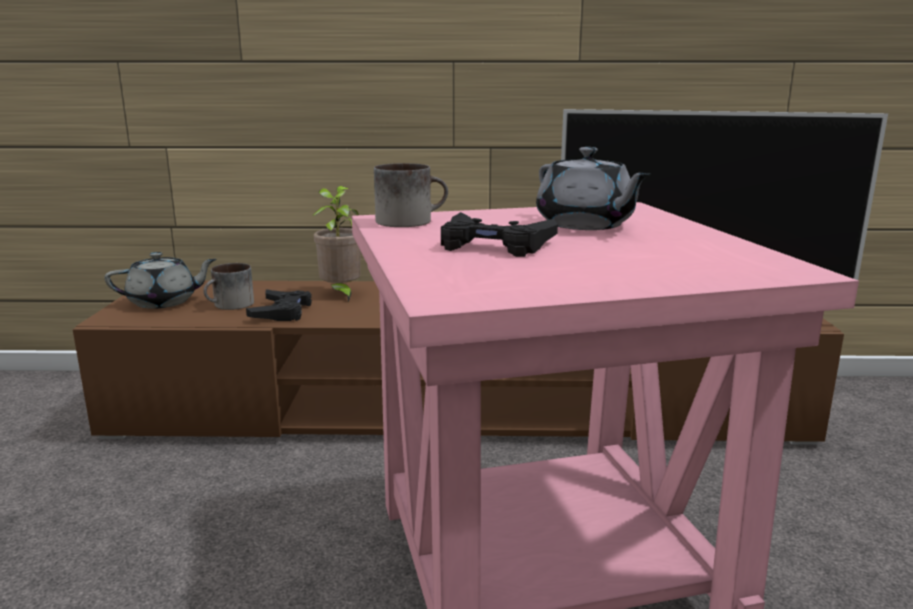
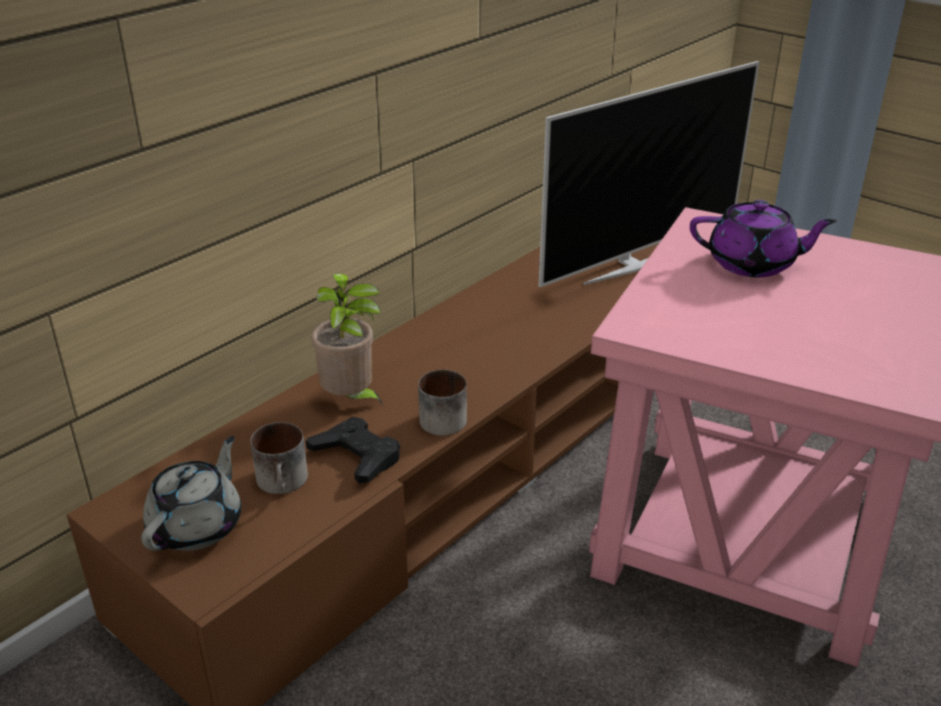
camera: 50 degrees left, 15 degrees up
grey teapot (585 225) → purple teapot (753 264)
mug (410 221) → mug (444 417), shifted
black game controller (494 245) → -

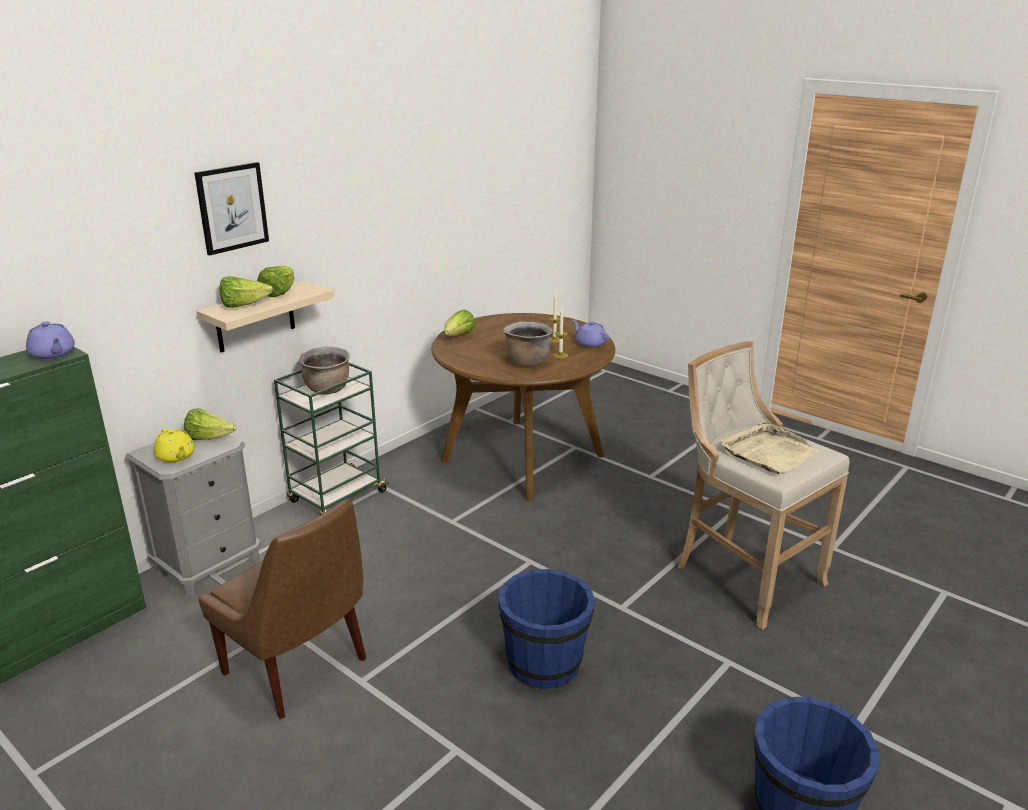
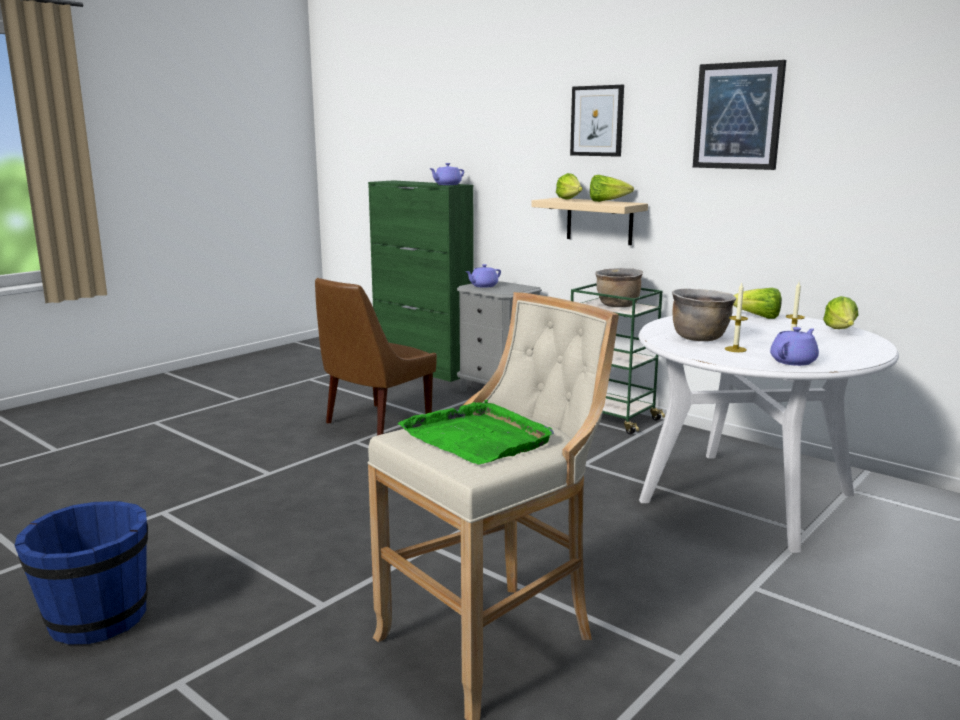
camera: 90 degrees right, 10 degrees down
brown dining table (522 458) → white dining table (747 497)
lettuce (209 439) → lettuce (840 331), shifted
beige tray (769 452) → green tray (478 437)
yellow teapot (176 457) → purple teapot (483 286)
blue bucket (545 663) → -
- → picture (738 116)

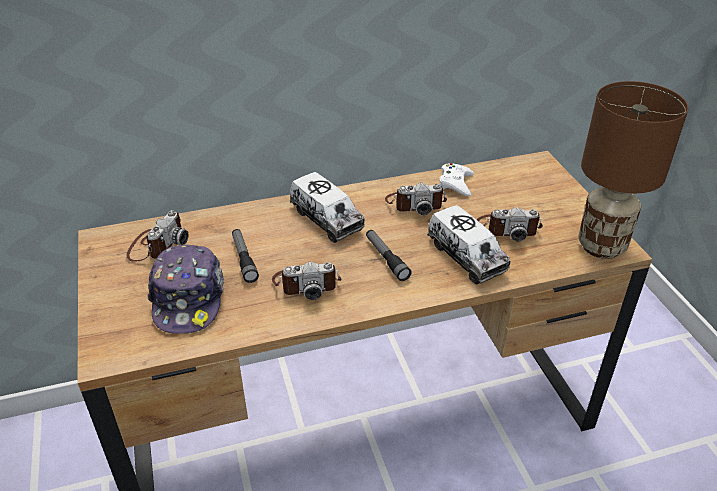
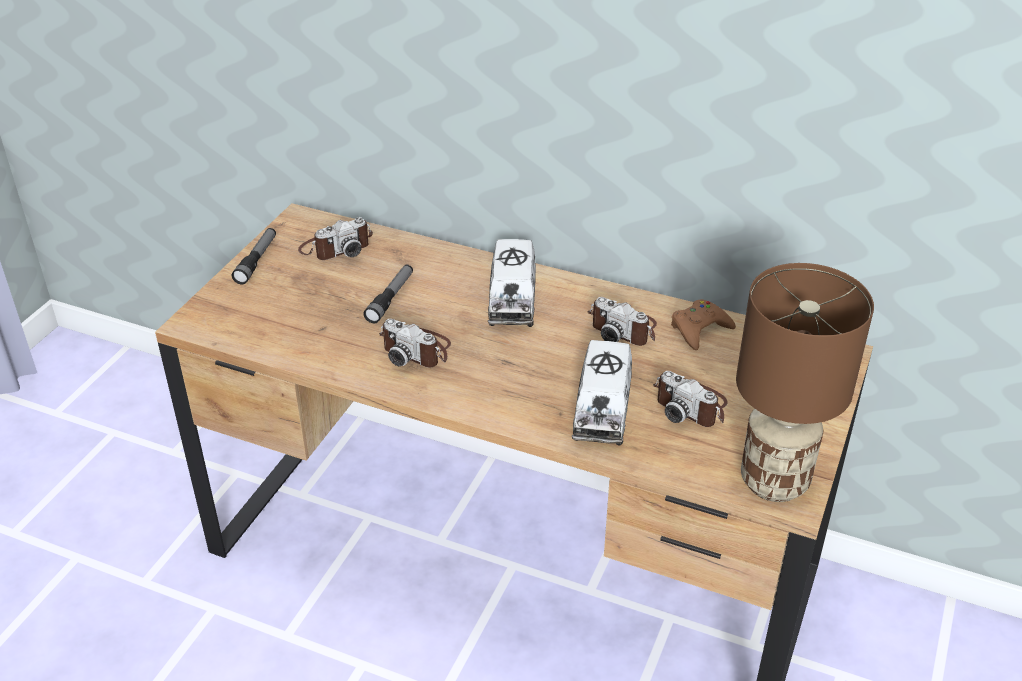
camera: 40 degrees right, 0 degrees up
white game controller (456 183) → brown game controller (699 329)
flashlight (386 259) → flashlight (257 261), shifted
cap (188 299) → -

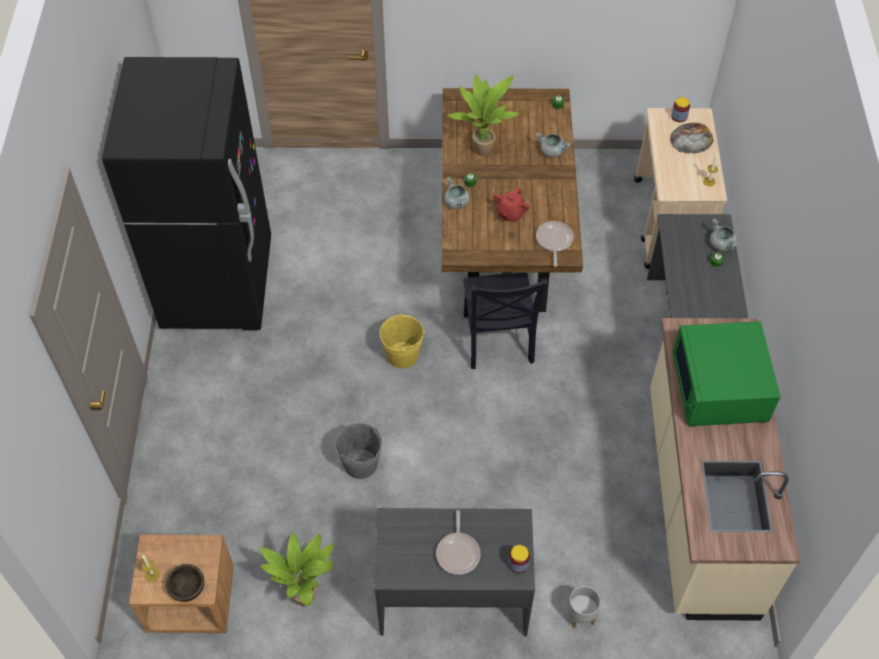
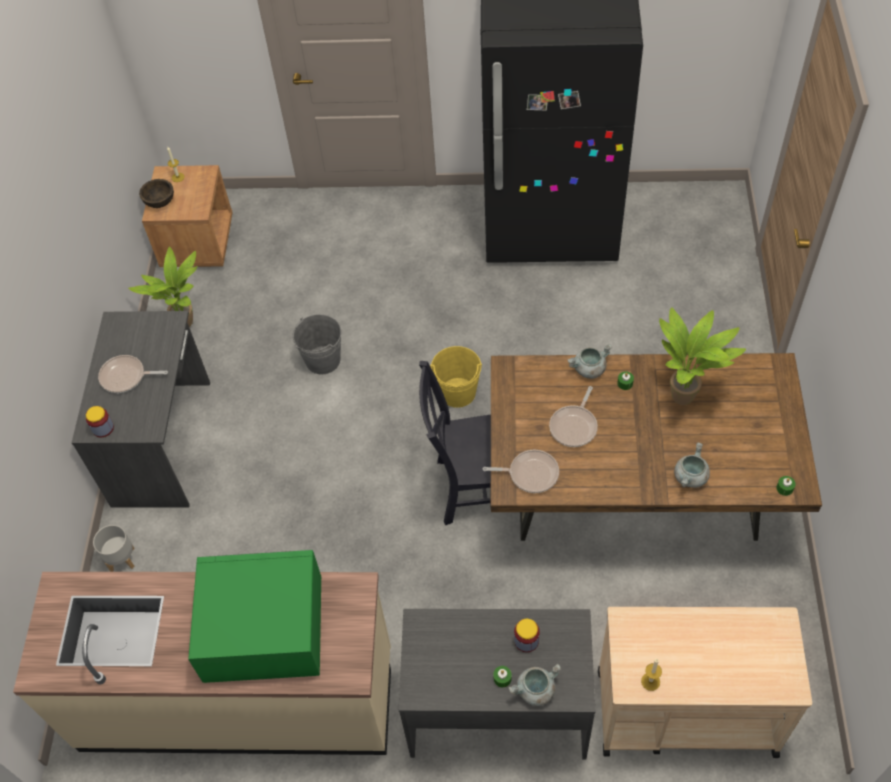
camera: 95 degrees right, 0 degrees up
jar (679 116) → jar (526 640), shifted
bread (691 138) → -
red teapot (510 213) → frying pan (574 426)

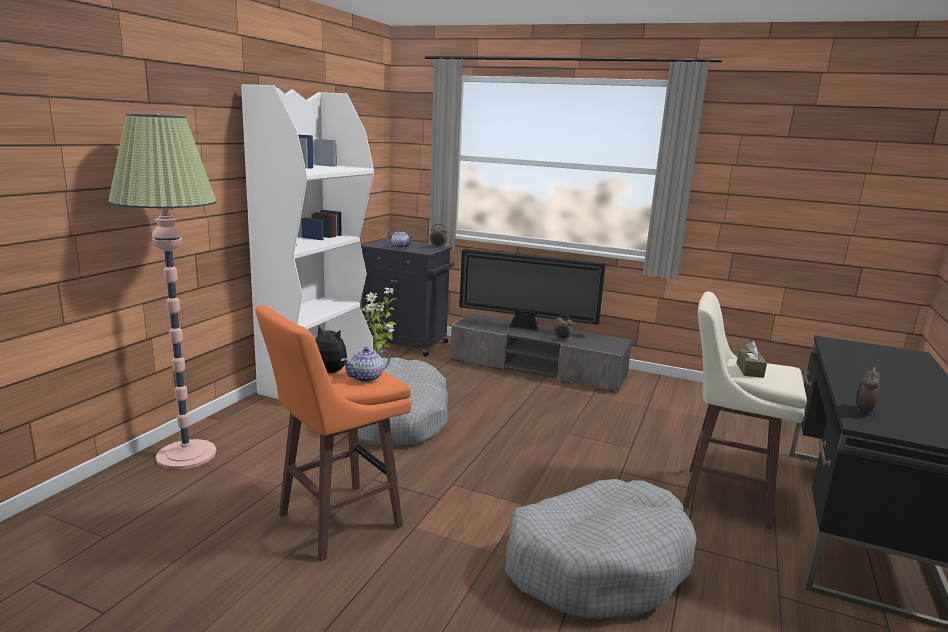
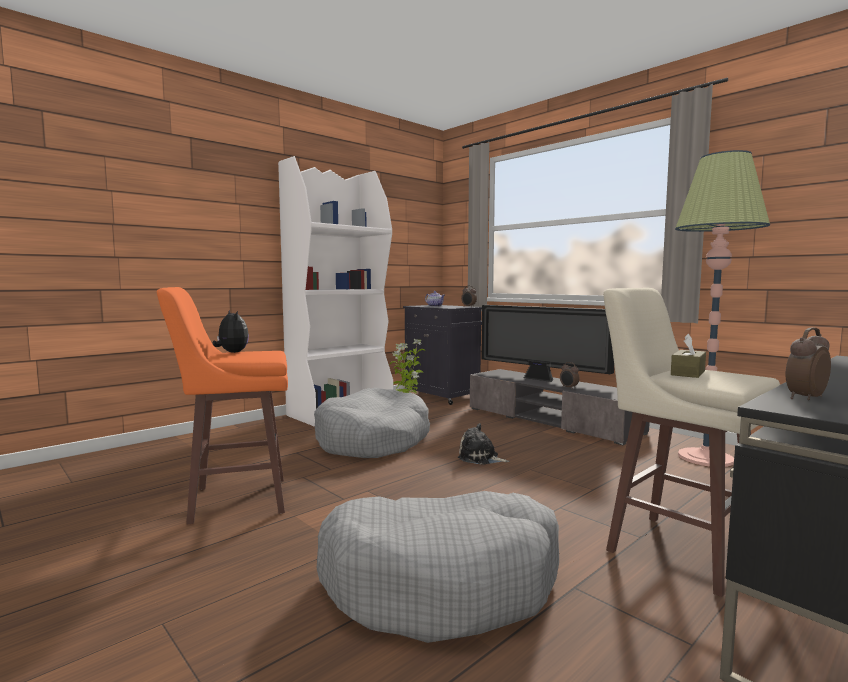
camera: 25 degrees right, 10 degrees down
floor lamp (186 455) → floor lamp (705 458), shifted
teapot (366 378) → -
- → plush toy (480 458)

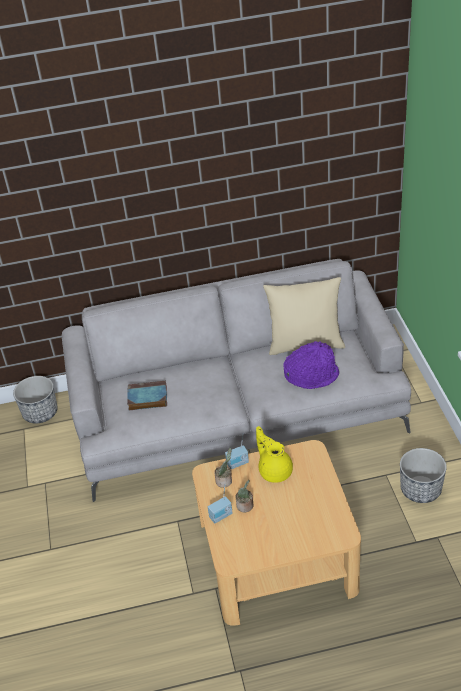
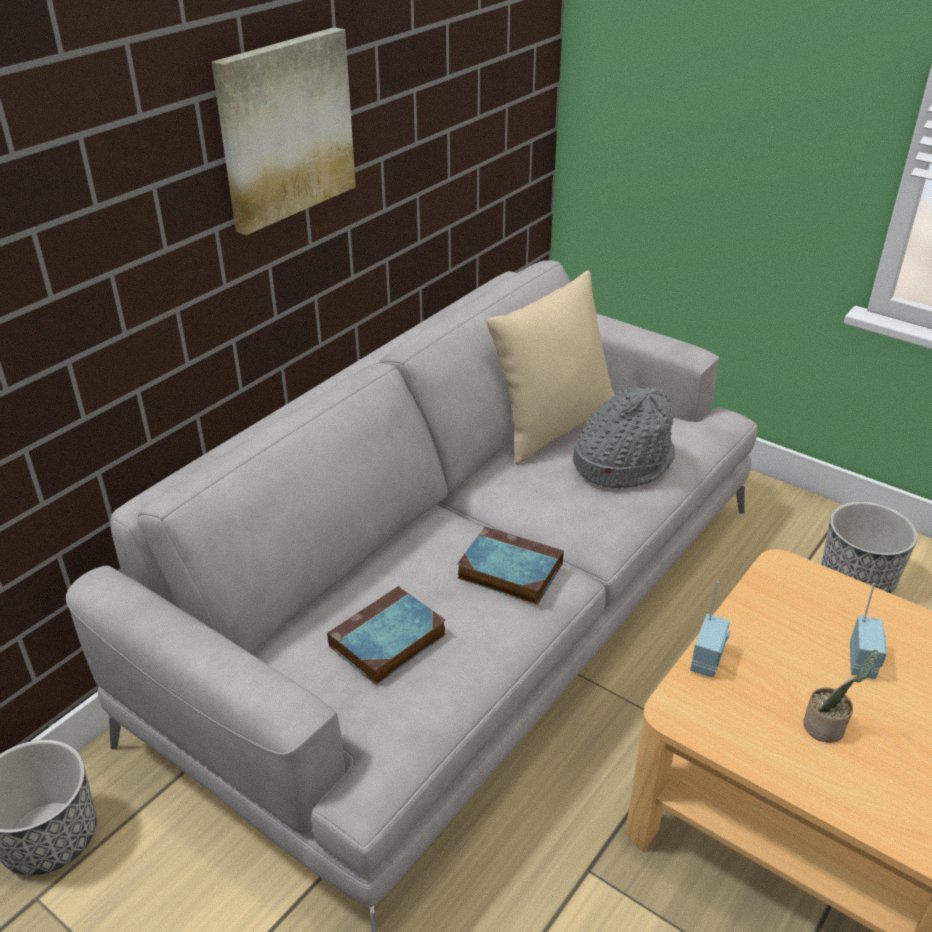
camera: 45 degrees left, 5 degrees down
purple hat (311 375) → grey hat (622 462)
yellow teapot (275 470) → -
potted plant (225 481) → -
radio (221 516) → radio (864 662), shifted
- → picture (285 128)
- → book (507 571)

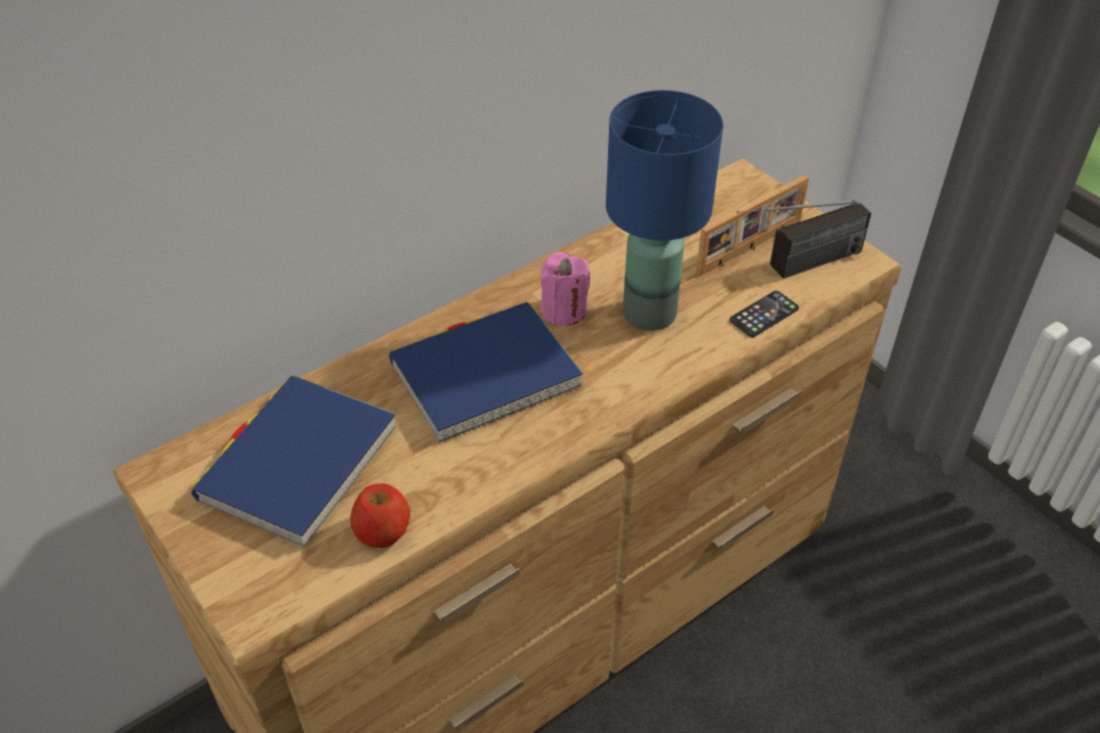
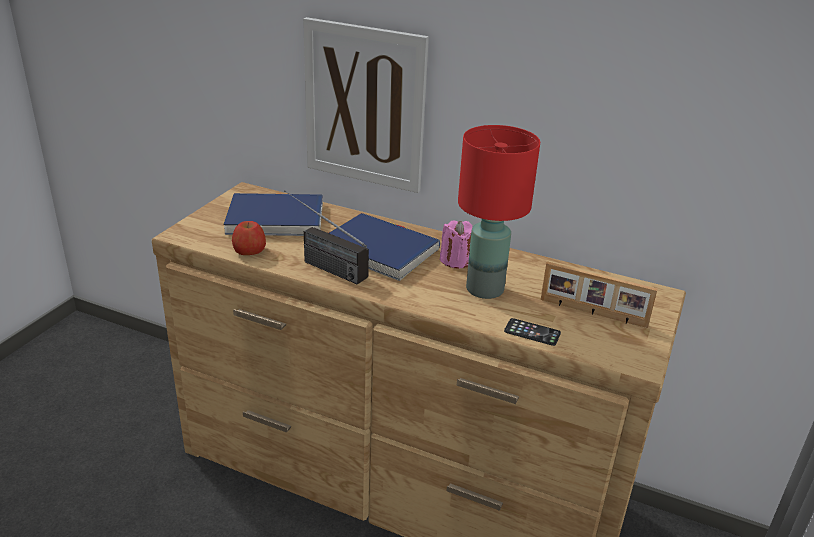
camera: 60 degrees right, 15 degrees down
blue table lamp (648 314) → red table lamp (483 289)
radio (796 267) → radio (320 264), shifted
- → picture (364 106)

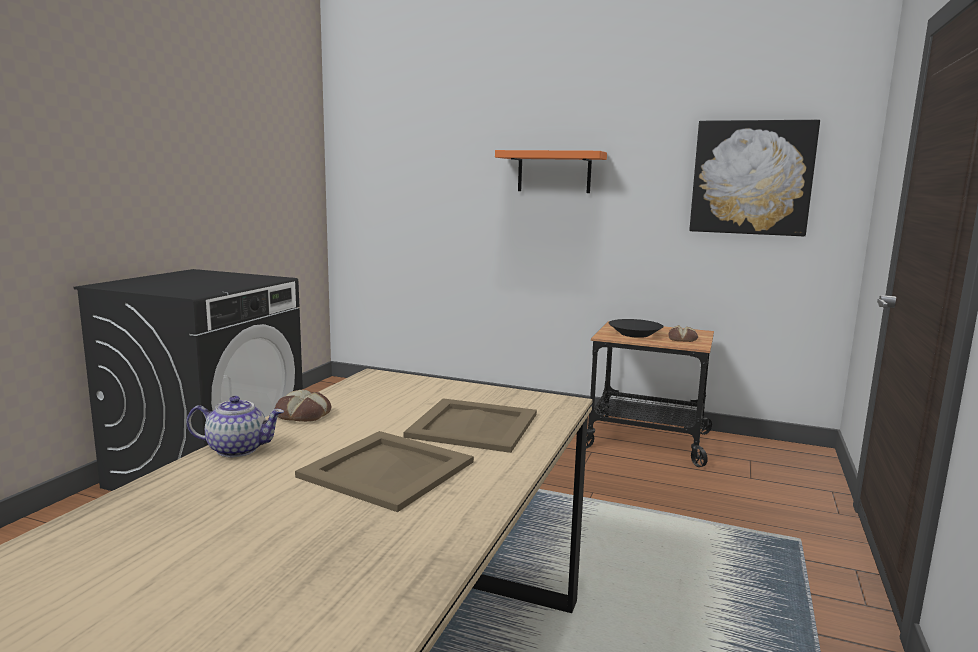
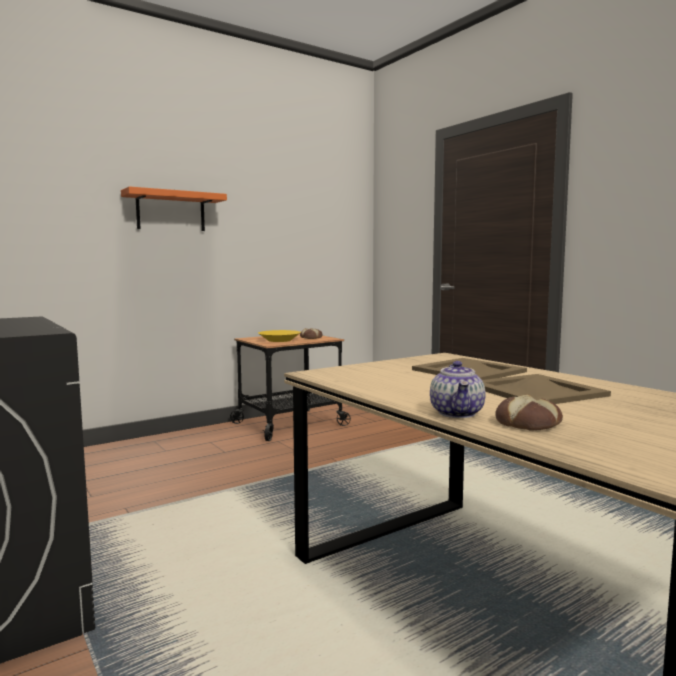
camera: 55 degrees left, 5 degrees down
picture (751 178) → -
black bowl (634 334) → yellow bowl (279 340)
bread (302 415) → bread (529 423), shifted
teapot (238 449) → teapot (457 413), 150 degrees clockwise

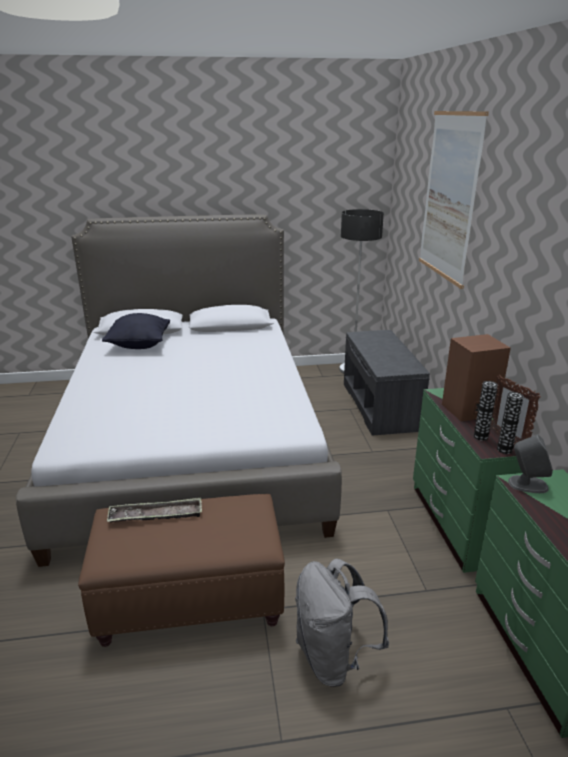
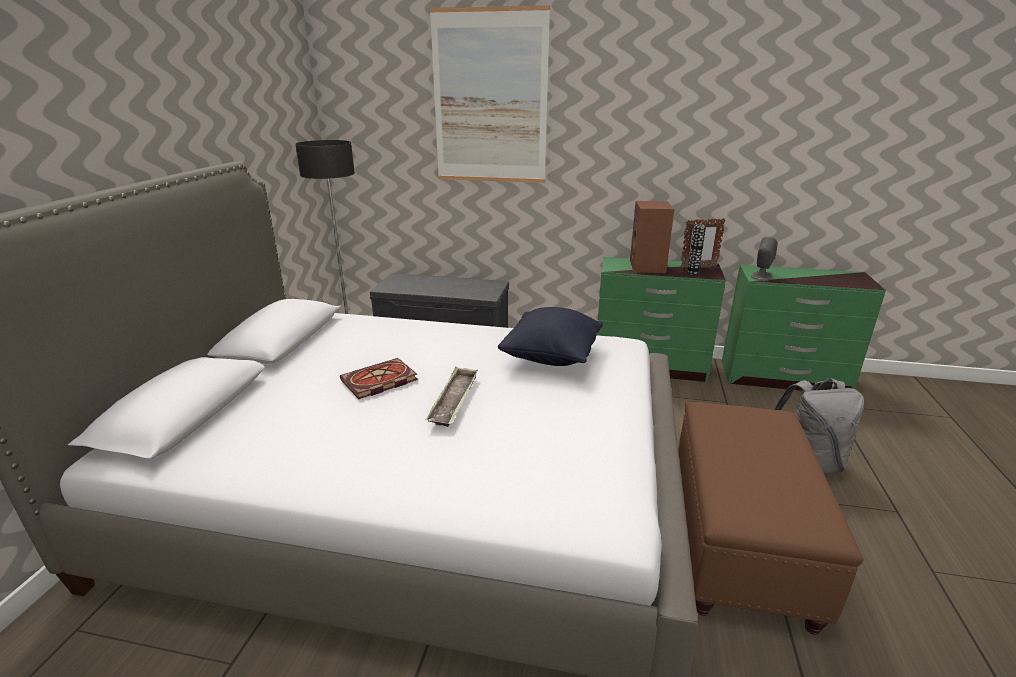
camera: 70 degrees left, 0 degrees up
black pillow (139 345) → black pillow (551 357), shifted
vase (504 450) → -
tray (156 515) → tray (454 400), shifted
- → book (378 381)

